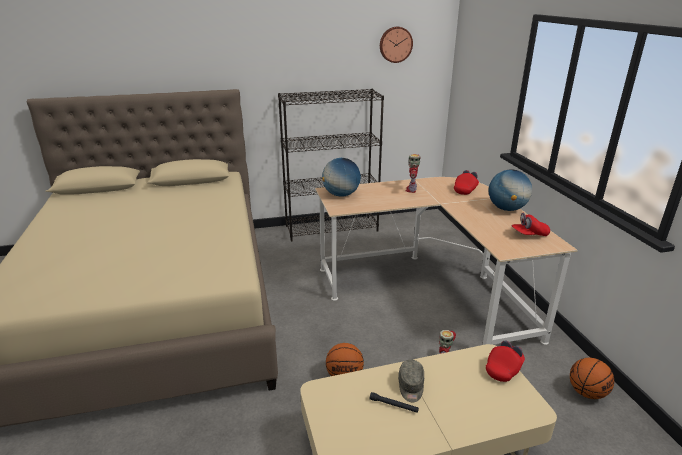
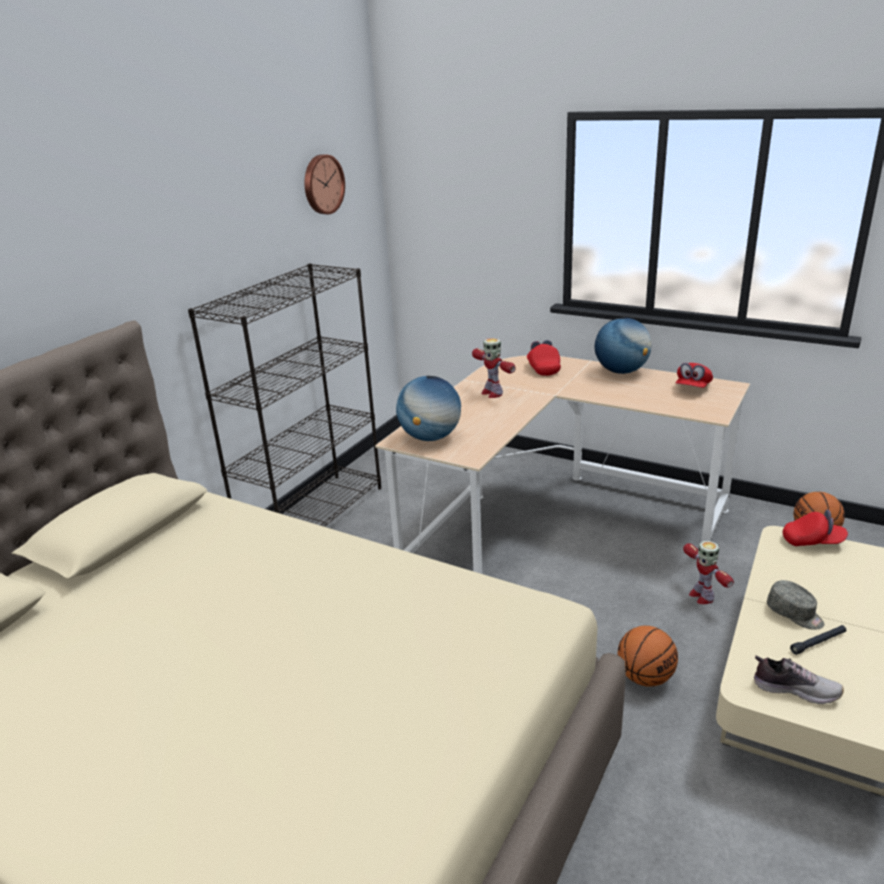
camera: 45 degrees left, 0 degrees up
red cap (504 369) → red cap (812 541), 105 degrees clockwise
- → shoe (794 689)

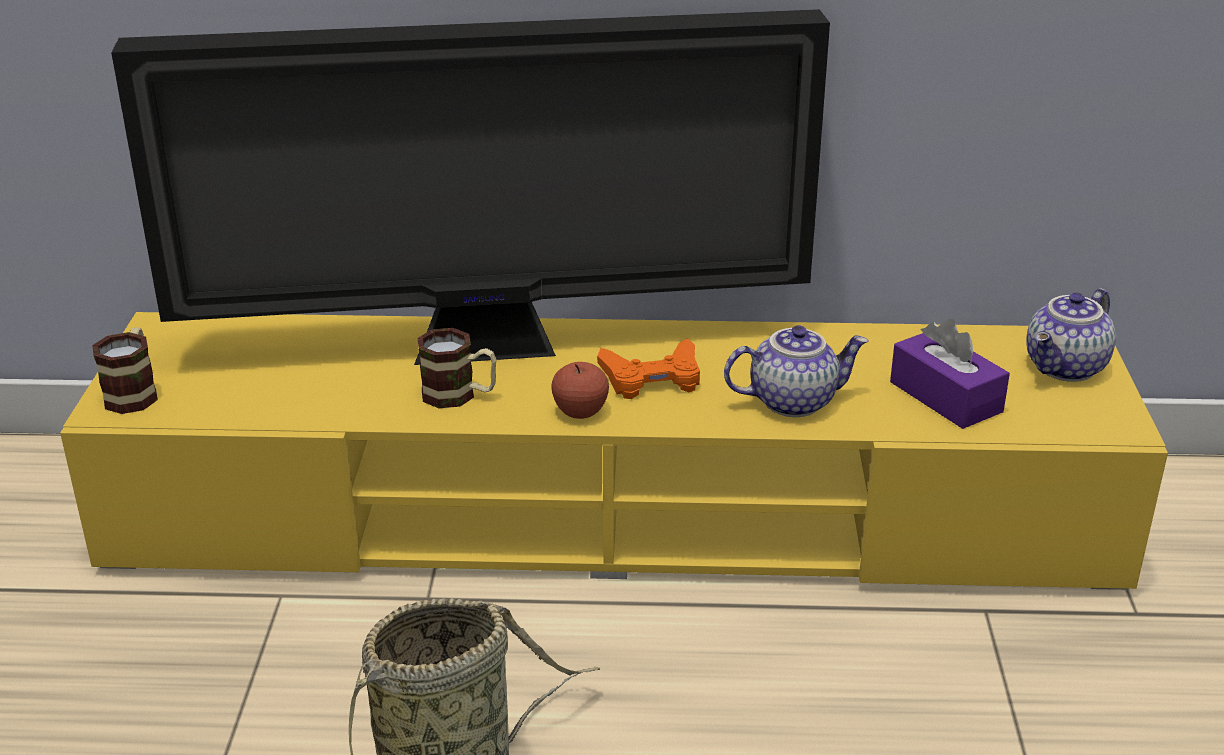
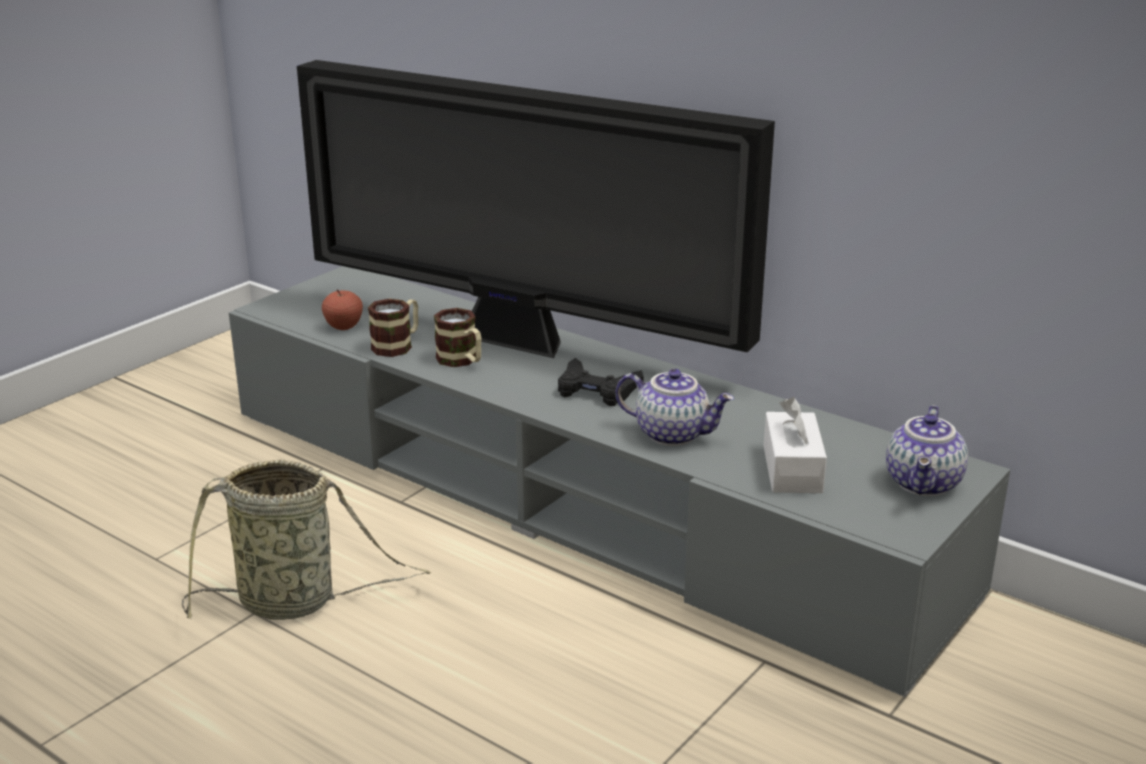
camera: 35 degrees right, 5 degrees down
teapot (1066 368) → teapot (925 484), 60 degrees counterclockwise
yellow tv stand (615 516) → grey tv stand (574 500)
purple tissue box (945 397) → white tissue box (792 469)
mug (134 392) → mug (397 345), shifted
orange game controller (652 378) → black game controller (597 390)
apple (580 412) → apple (343 326), shifted

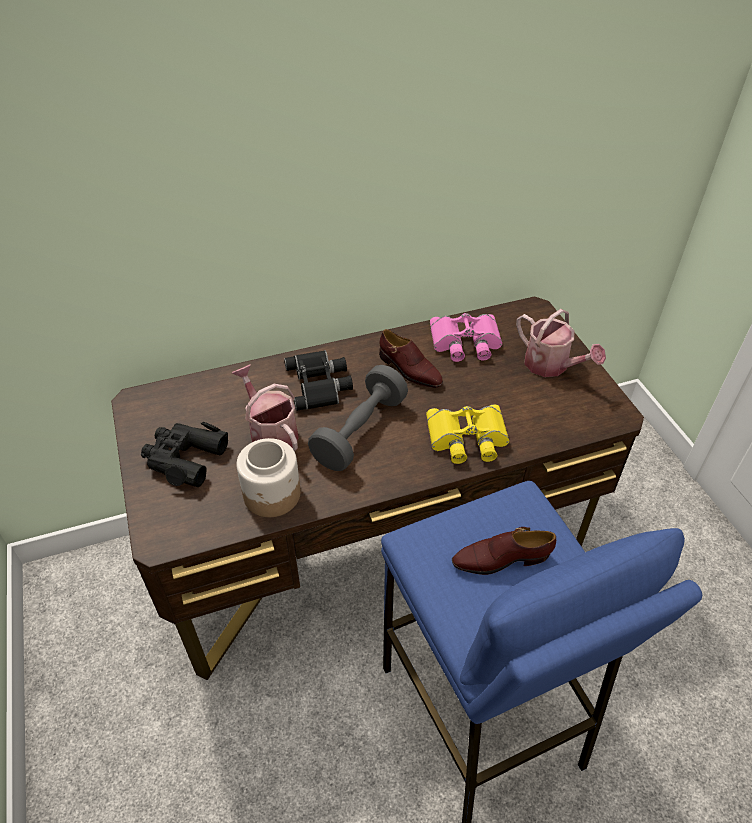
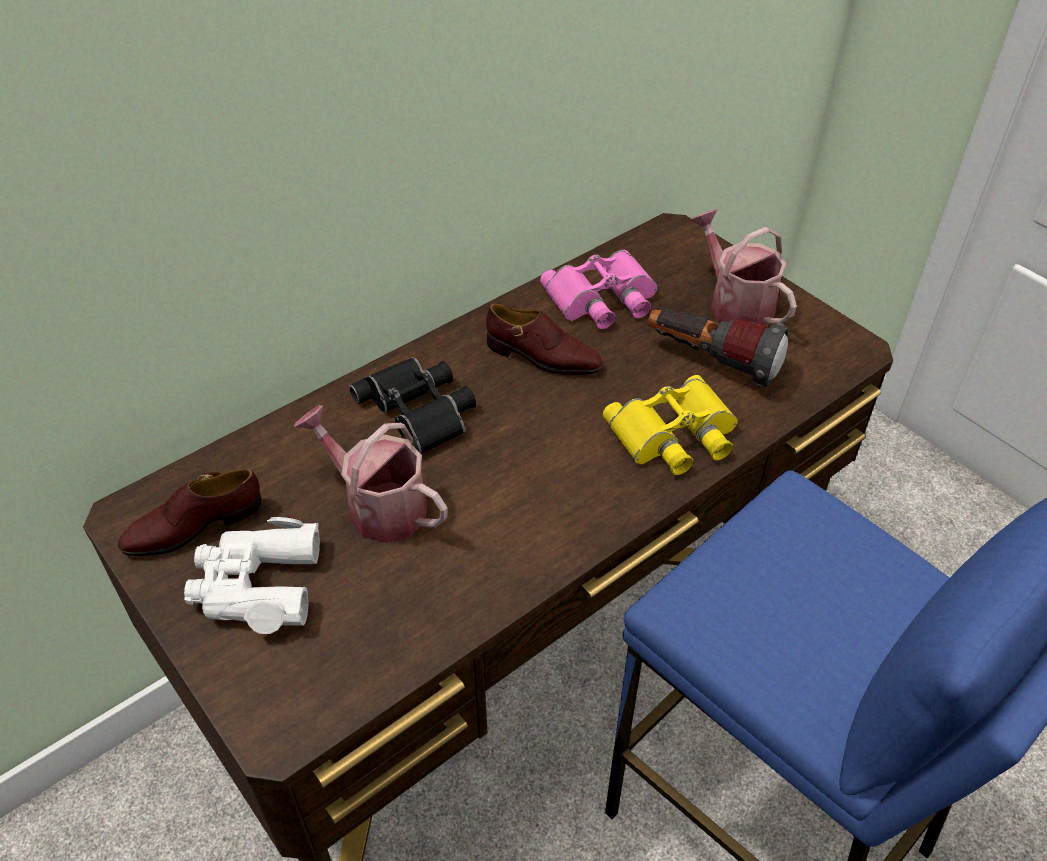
camera: 20 degrees left, 0 degrees up
watering can (551 366) → watering can (735 303), 150 degrees counterclockwise
grey dumbbell (360 431) → -
black binoculars (184 458) → white binoculars (256 585)
jar (272 495) → -
brown shoe (501 559) → brown shoe (194 526), shifted
- → flashlight (711 362)

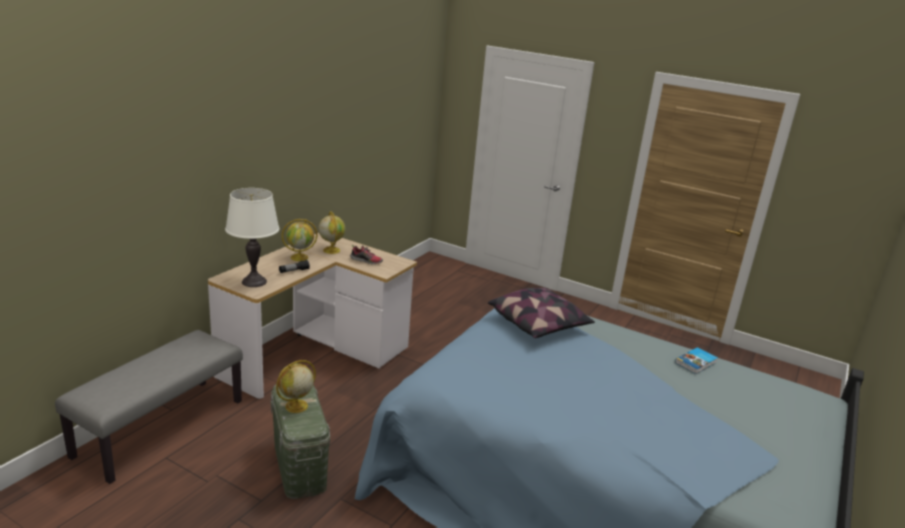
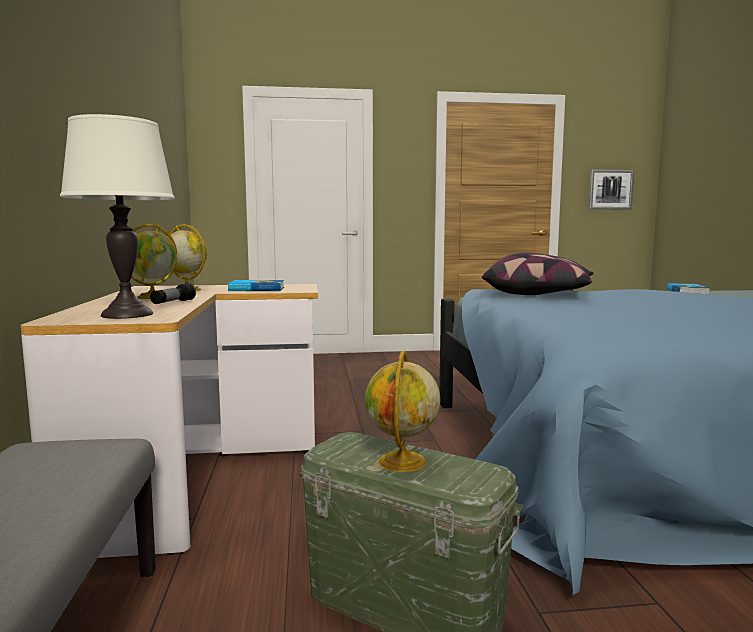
camera: 35 degrees left, 15 degrees down
shoe (366 261) → book (256 289)
- → picture (610 189)

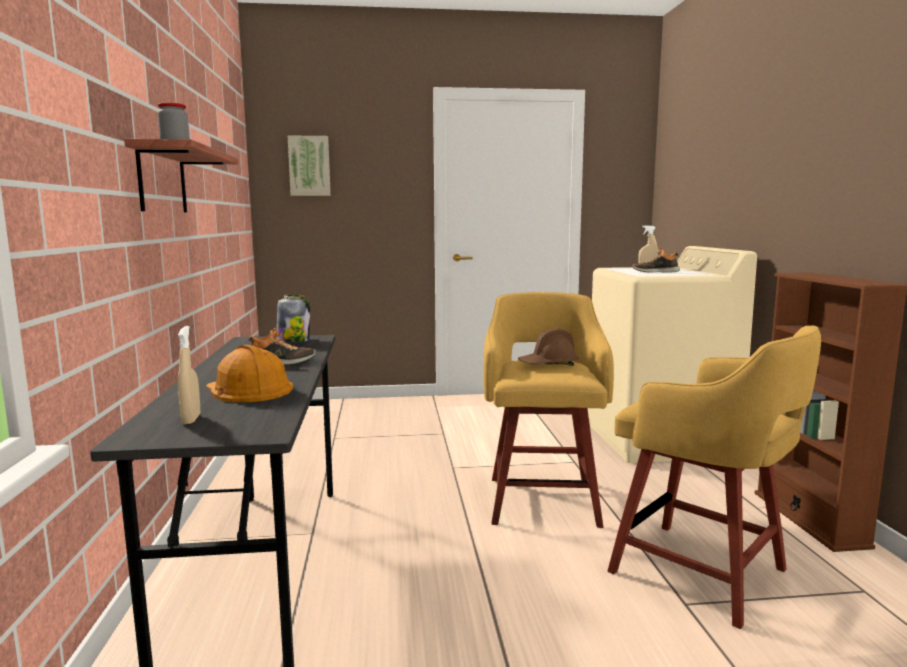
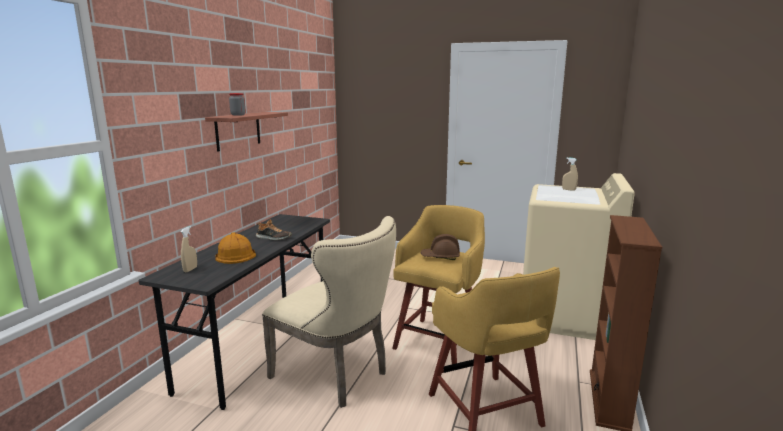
camera: 25 degrees right, 5 degrees up
picture (309 166) → -
shoe (655 272) → -
jar (293 340) → -
- → beige chair (336 375)

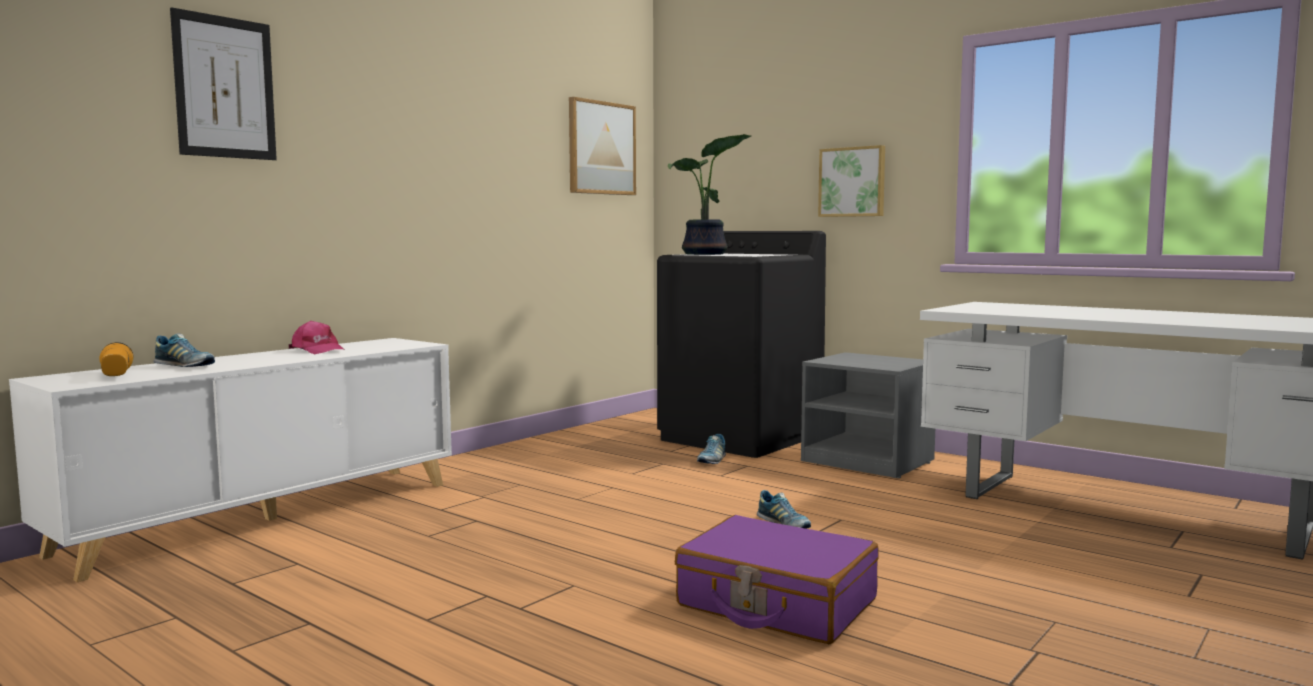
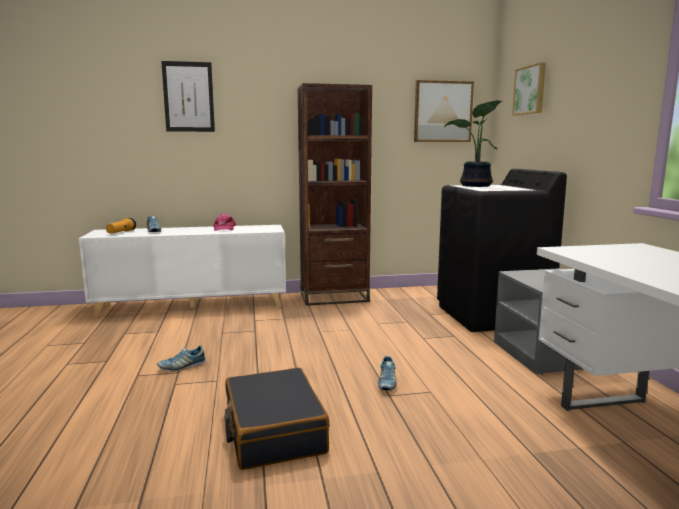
camera: 40 degrees right, 5 degrees up
picture (852 182) → picture (530 90), shifted
shoe (712 460) → shoe (182 367), shifted
purple suitcase (776 603) → black suitcase (273 431)
- → brown bookcase (334 297)

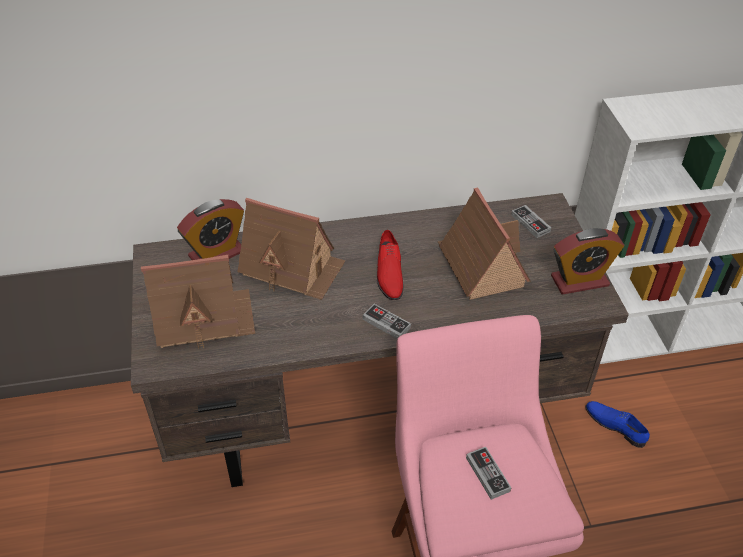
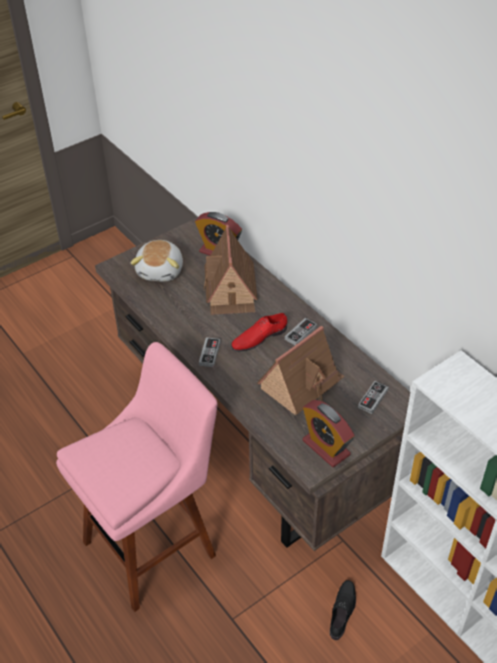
camera: 65 degrees right, 0 degrees up
toy house (203 318) → plush toy (161 270)
blue shoe (615 425) → black shoe (343 611)
game controller (487 474) → game controller (300 333), shifted

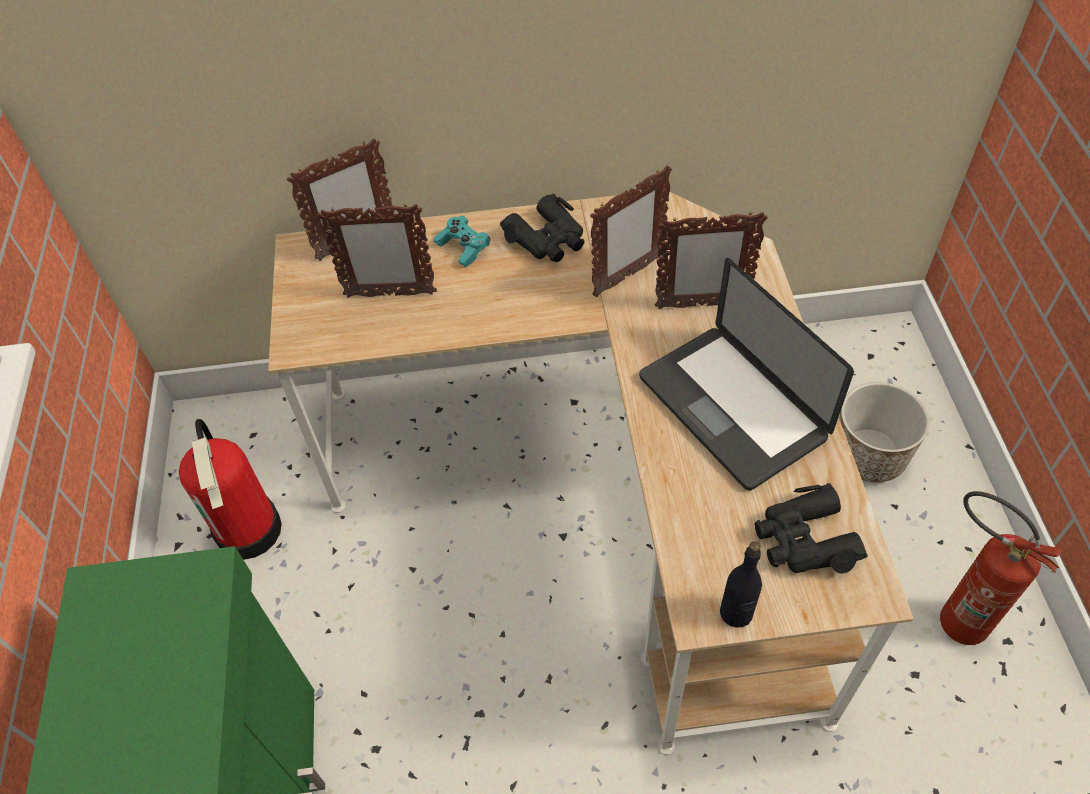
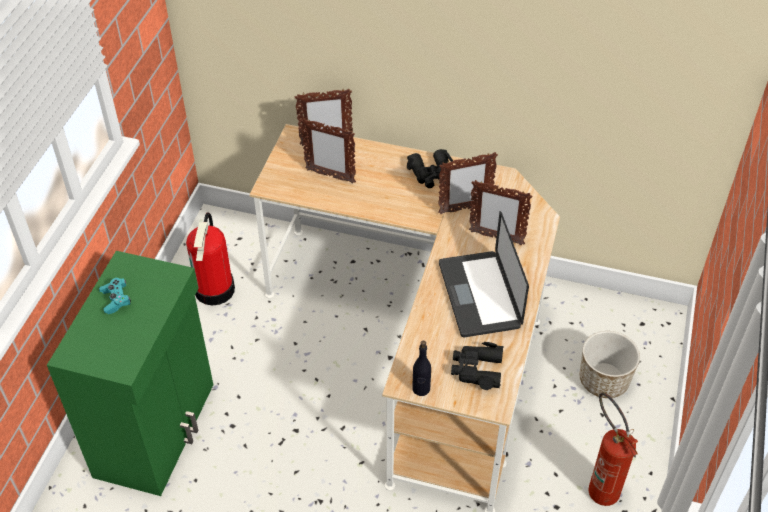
camera: 20 degrees right, 5 degrees down
turquoise game controller (463 247) → turquoise game controller (116 300), shifted

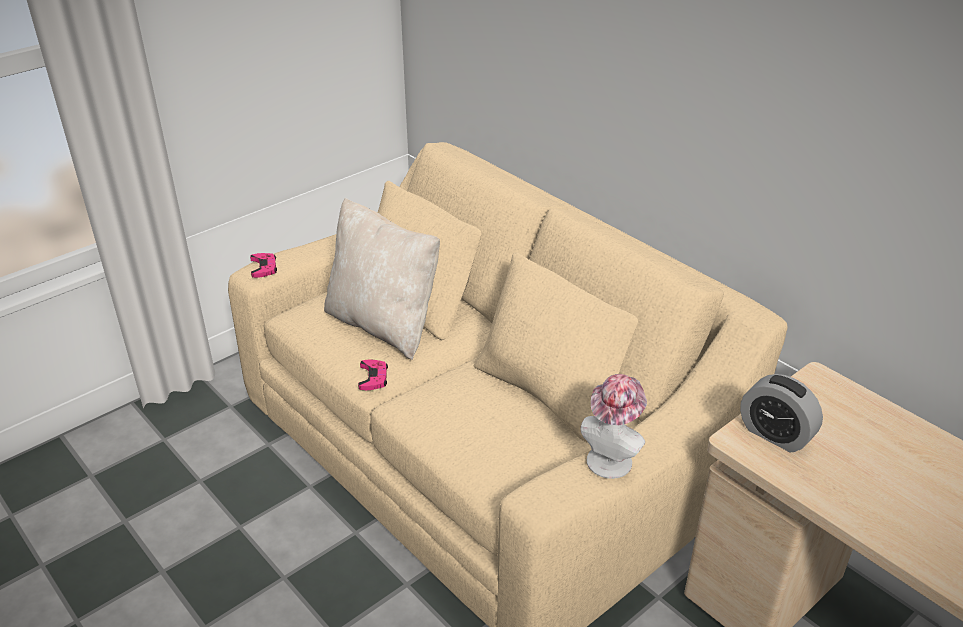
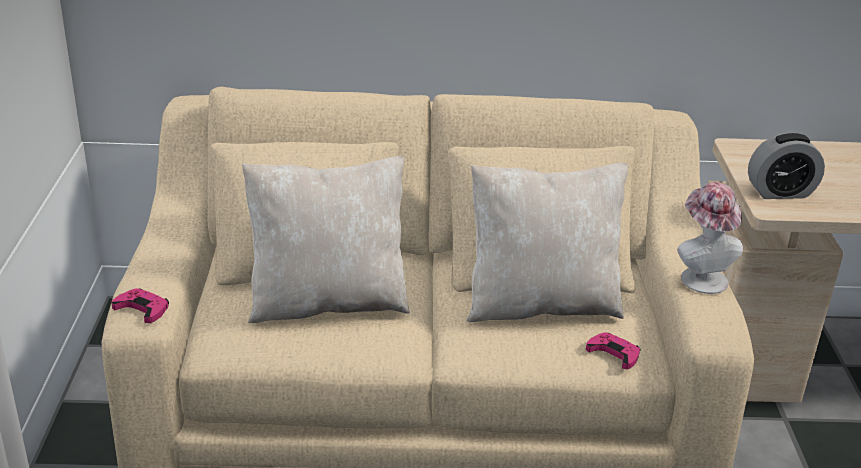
camera: 50 degrees left, 5 degrees down
pink game controller (373 378) → pink game controller (614 353), shifted
- → beige pillow (540 304)

